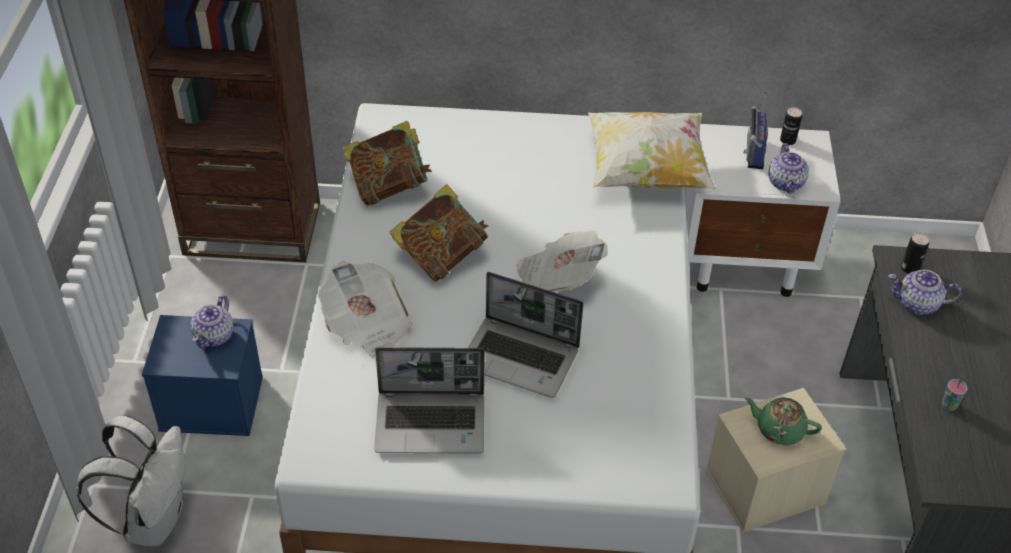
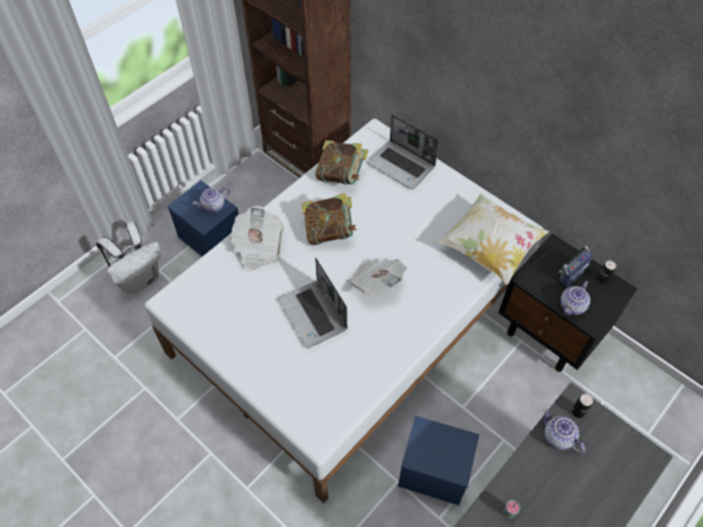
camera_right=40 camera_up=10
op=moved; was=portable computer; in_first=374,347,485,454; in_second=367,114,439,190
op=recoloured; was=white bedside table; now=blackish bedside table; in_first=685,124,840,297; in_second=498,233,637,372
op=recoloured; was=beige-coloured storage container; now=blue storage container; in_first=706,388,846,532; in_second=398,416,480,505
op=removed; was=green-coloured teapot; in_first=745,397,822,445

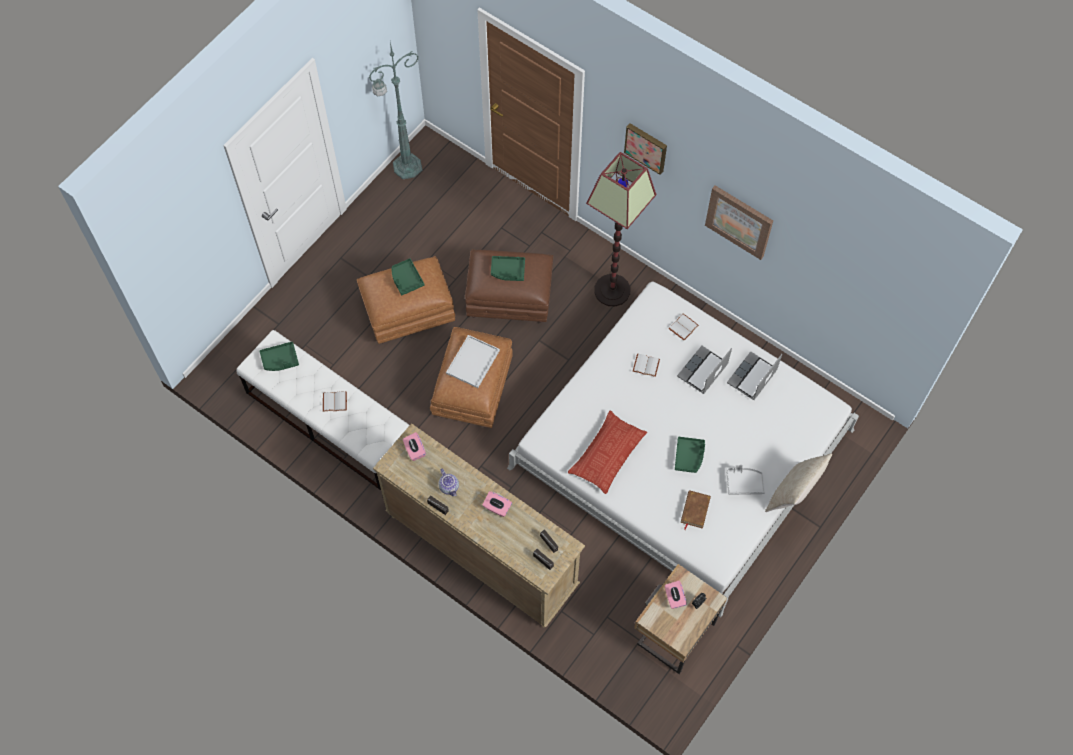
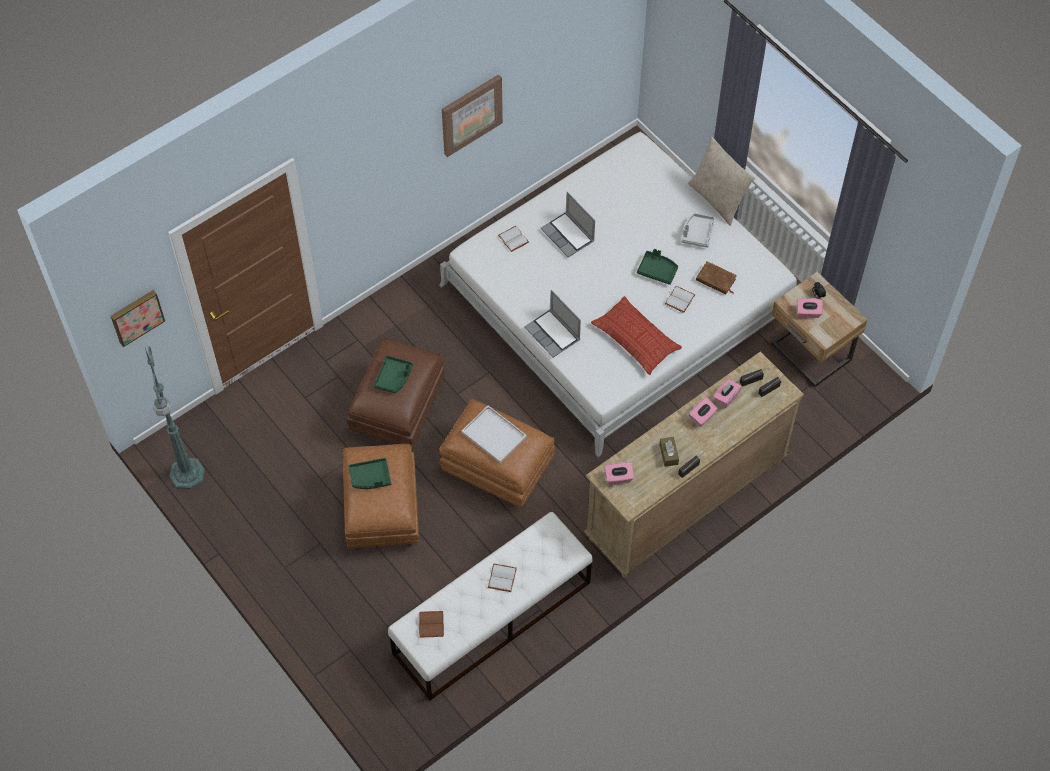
camera_right=-75 camera_up=-5
op=replaced; was=green-coloured carrying tray; now=brownish bound book; in_first=259,342,299,371; in_second=419,611,444,637
op=replaced; was=teapot; now=brownish tissue box; in_first=439,469,459,496; in_second=659,437,679,467
op=removed; was=floor lamp; in_first=586,152,656,306
op=moved; was=wall art; in_first=624,123,667,175; in_second=111,290,165,347
op=moved; was=white bound book; in_first=633,354,660,377; in_second=665,286,695,313
op=moved; was=portable computer; in_first=727,351,782,400; in_second=524,290,581,358
op=added; now=pink tissue box; in_second=713,379,742,408

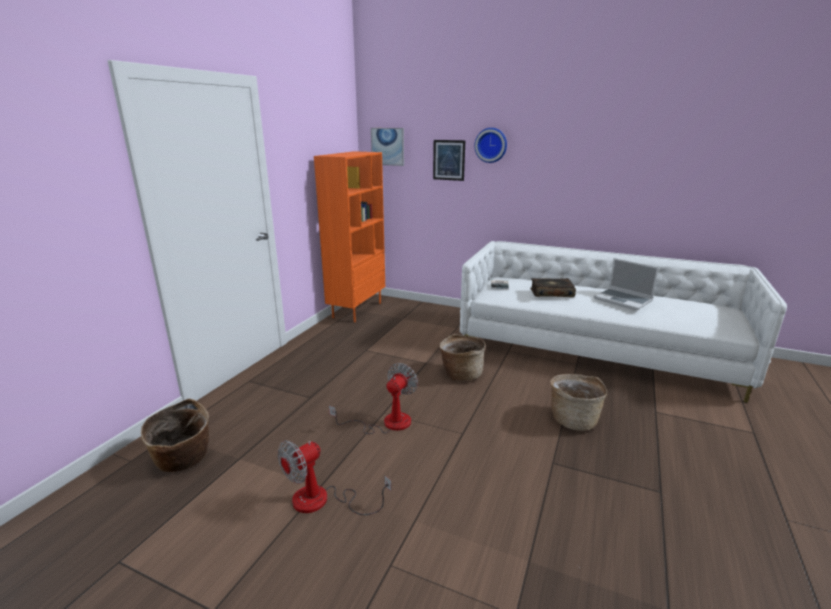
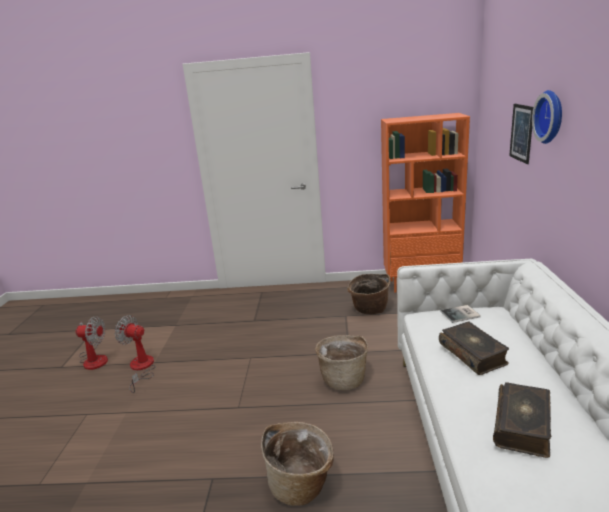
camera_right=70 camera_up=0
op=moved; was=storage basket; in_first=141,399,209,472; in_second=347,274,390,314
op=moved; was=cooling fan; in_first=329,363,418,434; in_second=76,316,108,370
op=removed; was=wall art; in_first=371,128,404,166
op=replaced; was=portable computer; now=bound book; in_first=594,258,659,310; in_second=493,382,551,458

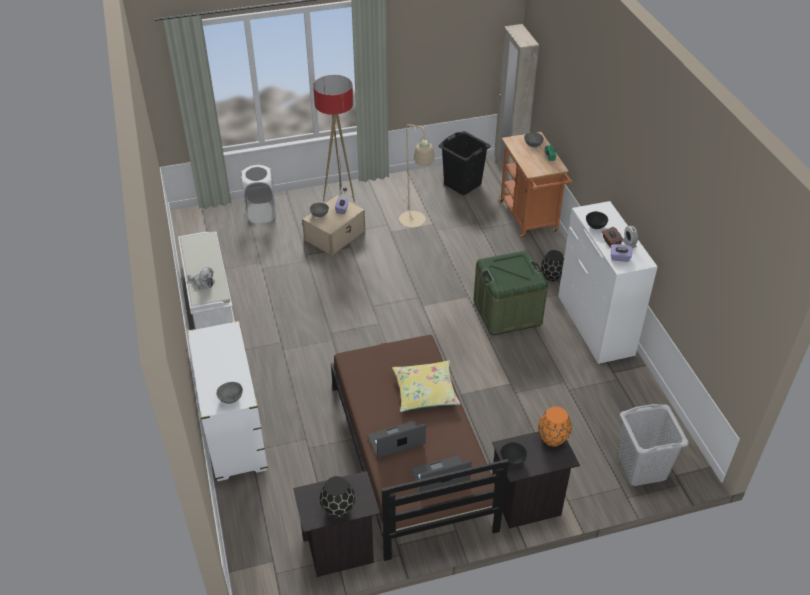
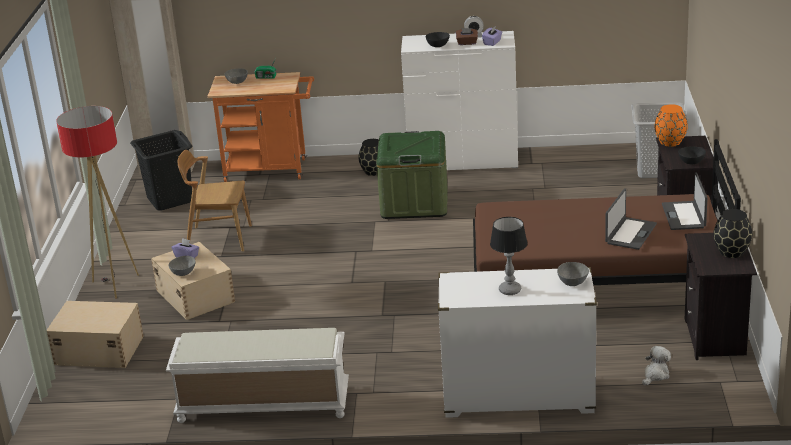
camera_right=-70 camera_up=-15
op=moved; was=cuddly toy; in_first=187,267,215,289; in_second=642,346,671,386
op=replaced; was=white hamper; now=beige-coloured storage container; in_first=241,164,276,223; in_second=47,301,144,368
op=turned; was=portable computer; in_first=368,421,426,458; in_second=605,188,657,250; clockwise=-150
op=removed; was=yellowish cushion; in_first=392,361,461,412
op=replaced; was=beige-coloured floor lamp; now=brownish upright chair; in_first=396,124,435,228; in_second=178,150,252,252
op=added; now=tabletop lamp; in_second=490,217,528,295

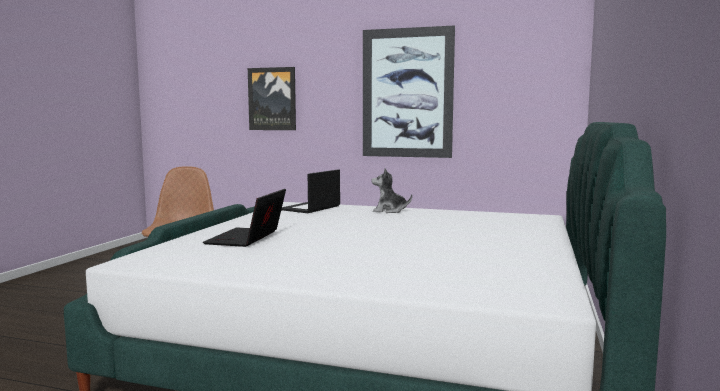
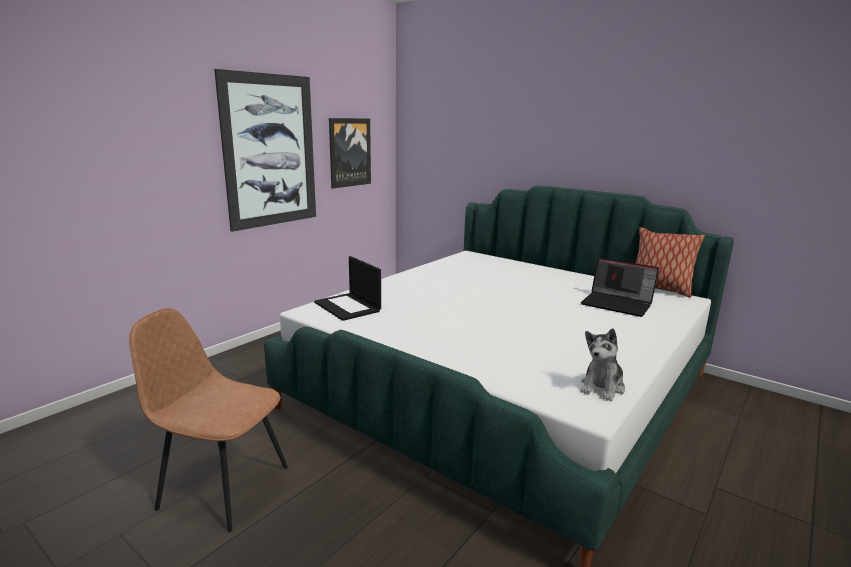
camera_right=-70 camera_up=10
op=moved; was=portable computer; in_first=203,189,286,247; in_second=581,258,659,317
op=moved; was=wall art; in_first=248,67,296,130; in_second=329,118,371,188
op=moved; was=cuddly toy; in_first=371,168,412,213; in_second=580,329,625,401
op=added; now=cushion; in_second=636,227,705,298

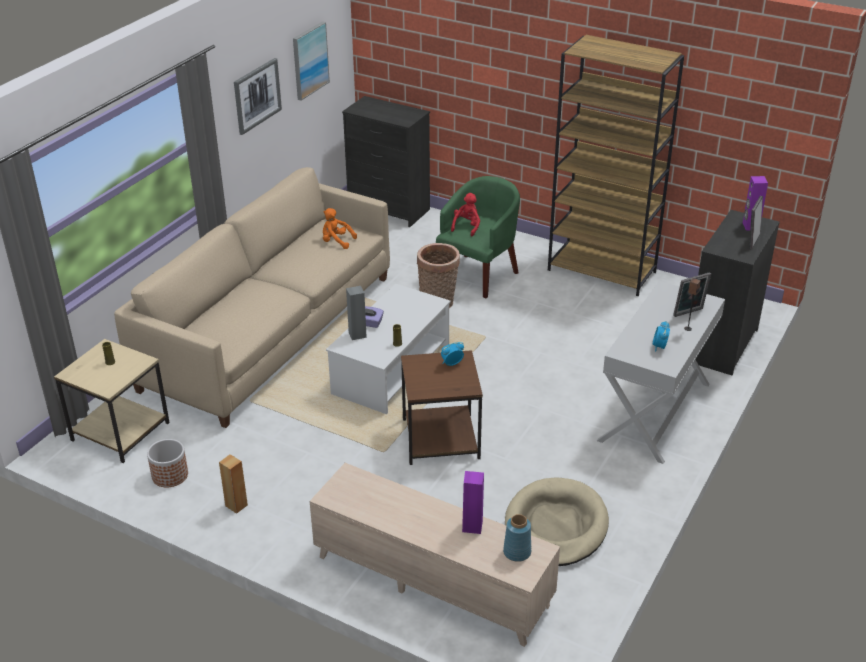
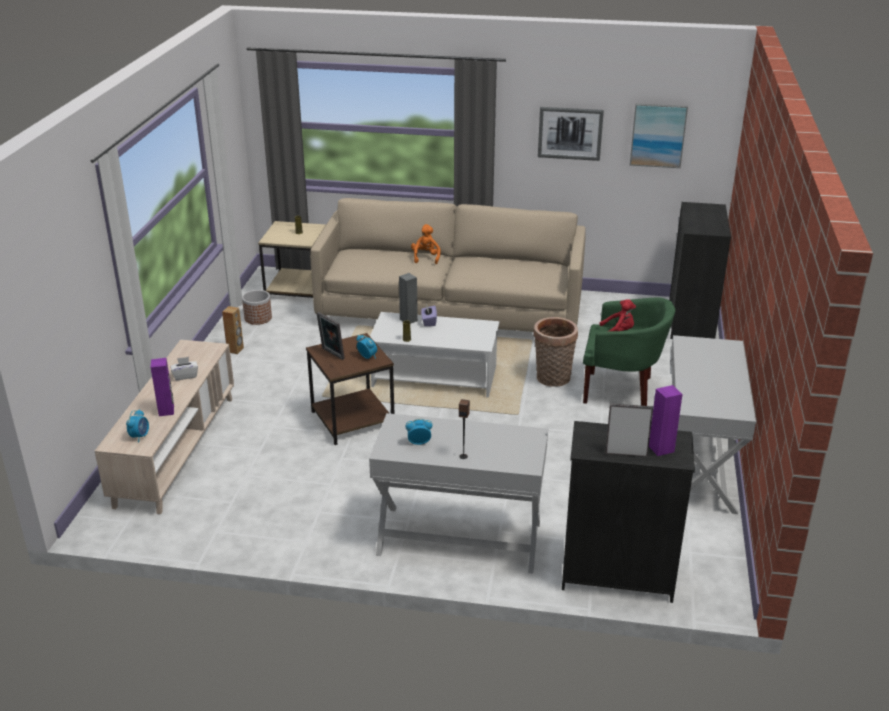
camera_right=70 camera_up=-5
op=moved; was=orange cuddly toy; in_first=323,208,357,249; in_second=411,224,441,264
op=replaced; was=blue flower vase; now=bedside clock; in_first=503,514,531,562; in_second=126,409,149,442
op=removed; was=beige-coloured pet bed; in_first=505,477,609,566
op=replaced; was=brownish bookshelf; now=white hall table; in_first=548,35,684,296; in_second=670,335,756,514
op=moved; was=picture frame; in_first=673,272,711,317; in_second=317,312,345,360
op=added; now=white tissue box; in_second=171,357,198,380

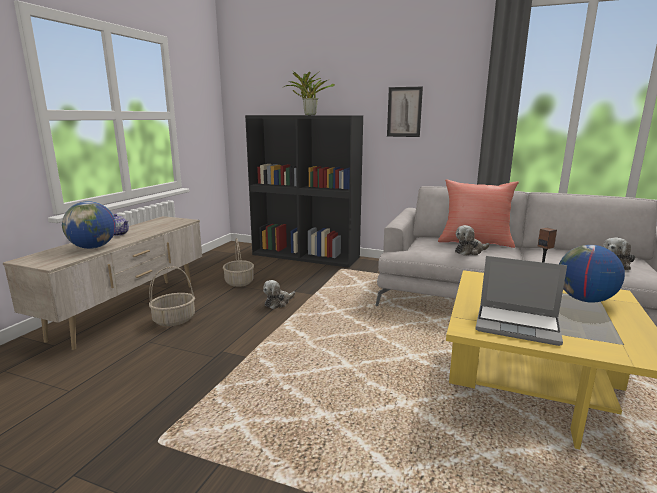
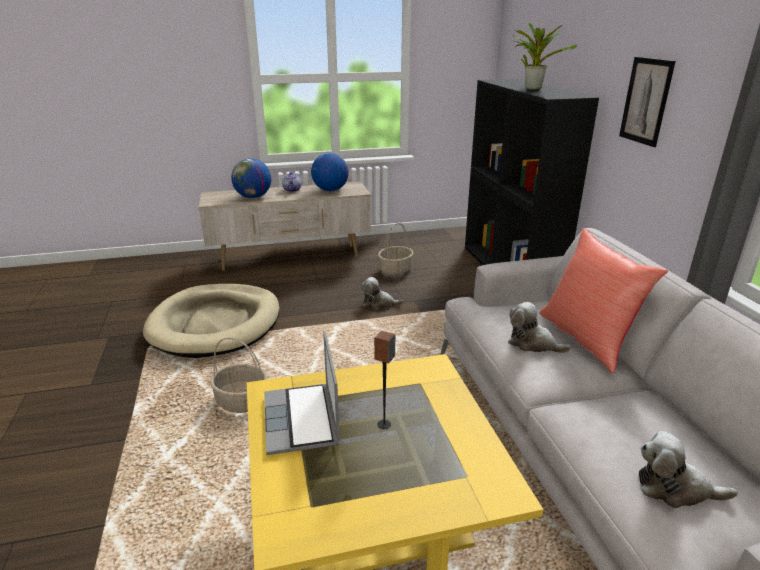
camera_right=55 camera_up=10
op=moved; was=storage basket; in_first=149,266,195,326; in_second=210,338,268,413
op=moved; was=world globe; in_first=559,245,625,303; in_second=311,153,349,191
op=added; now=beige-coloured pet bed; in_second=143,284,279,358

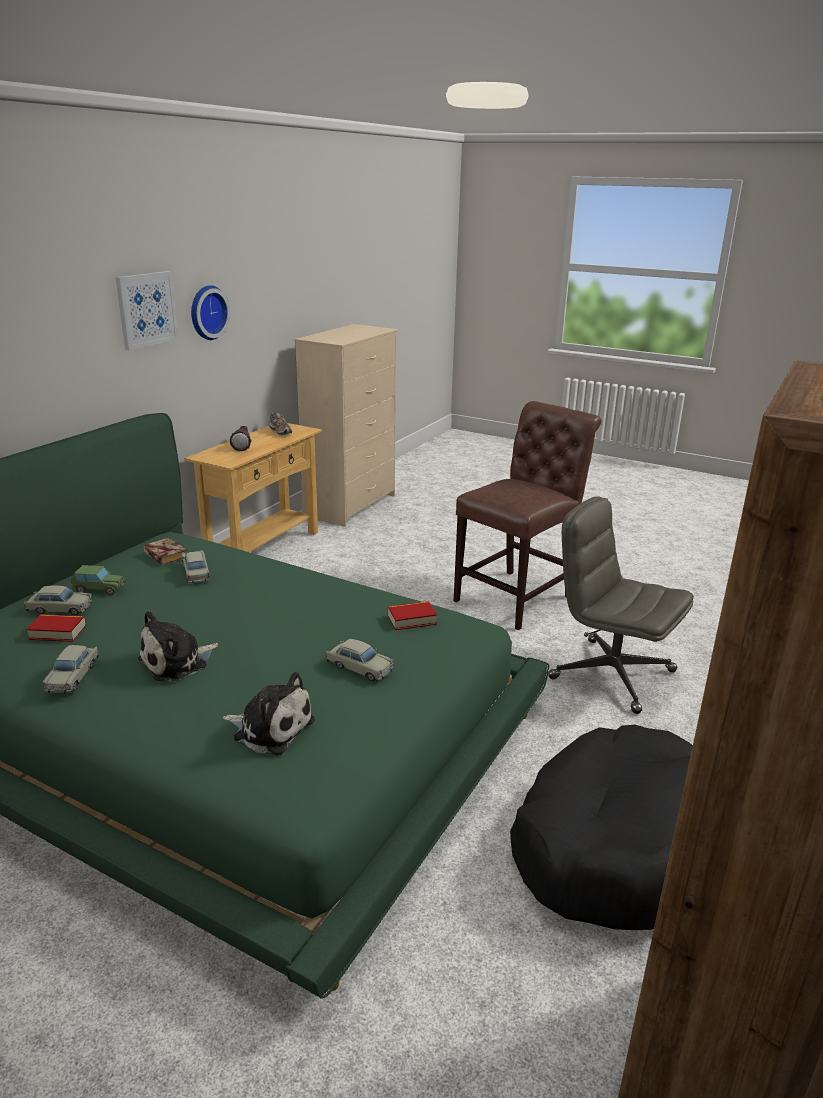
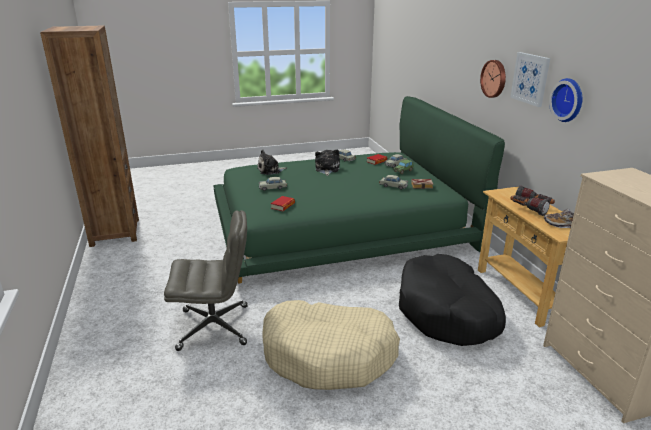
camera_right=135 camera_up=0
op=replaced; was=brownish upright chair; now=beige-coloured pet bed; in_first=454,401,601,630; in_second=262,300,400,390
op=moved; was=blackish pet bed; in_first=510,725,693,930; in_second=399,254,506,346
op=added; now=wall clock; in_second=480,60,506,98
op=added; now=torch; in_second=510,195,550,216

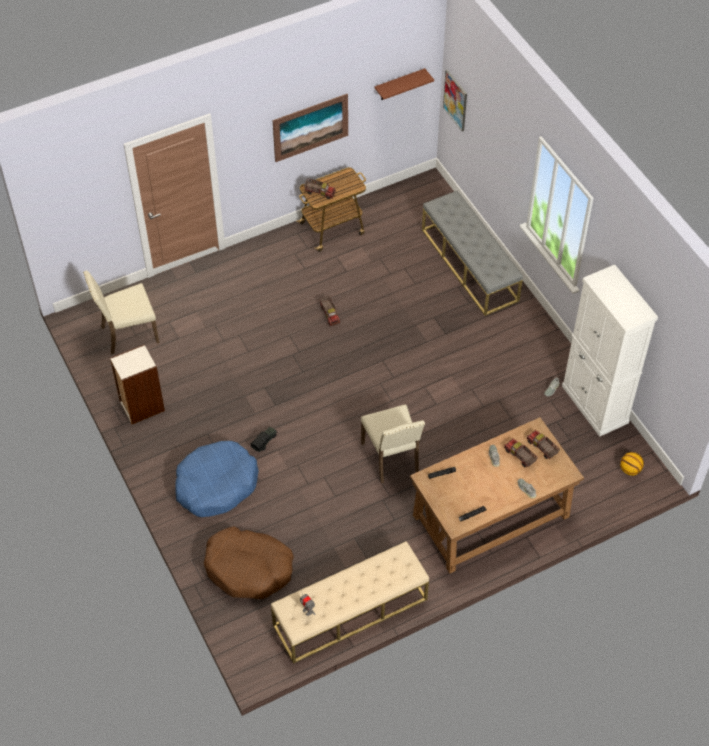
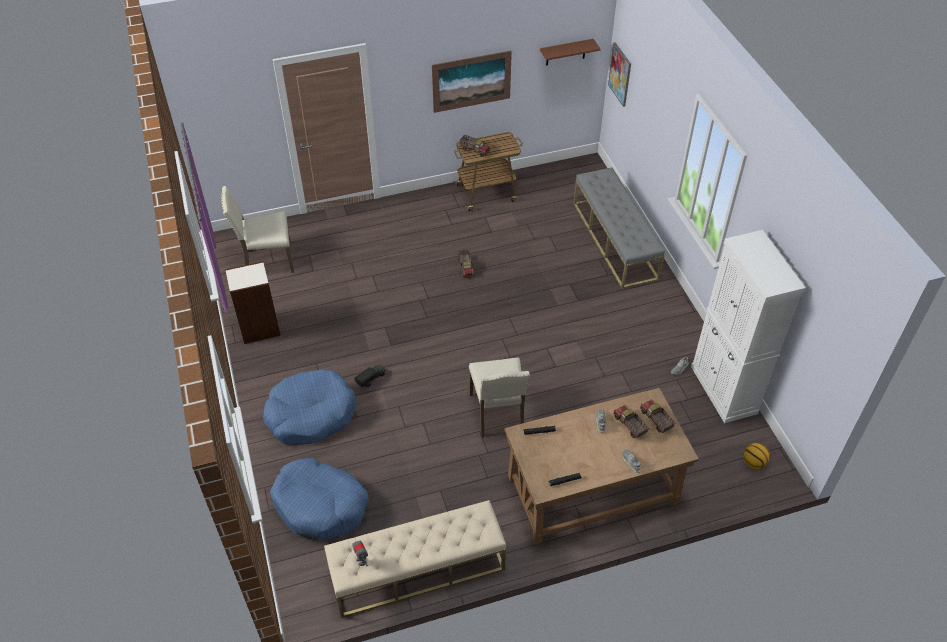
camera_right=10 camera_up=-5
op=recoloured; was=brownish pet bed; now=blue pet bed; in_first=204,527,294,599; in_second=270,458,369,540

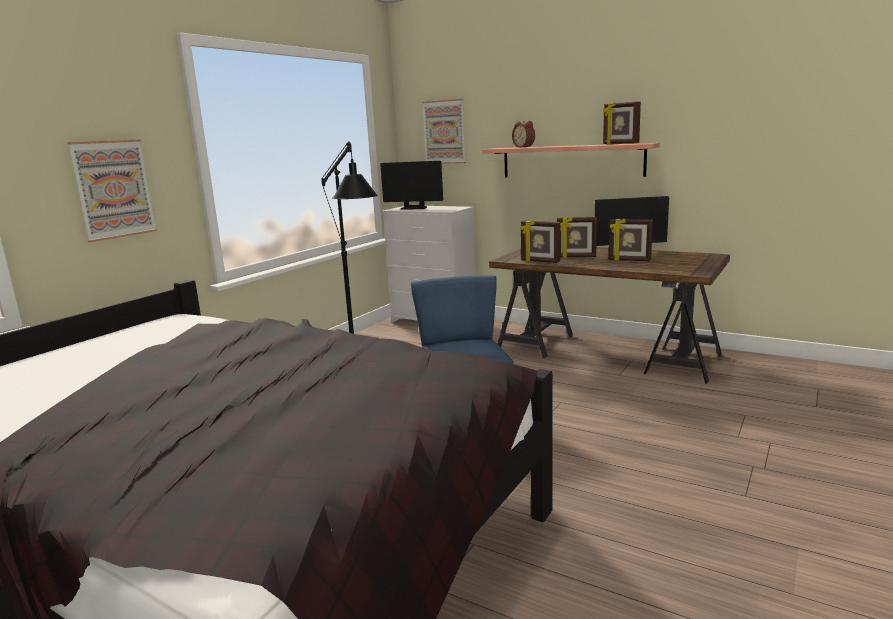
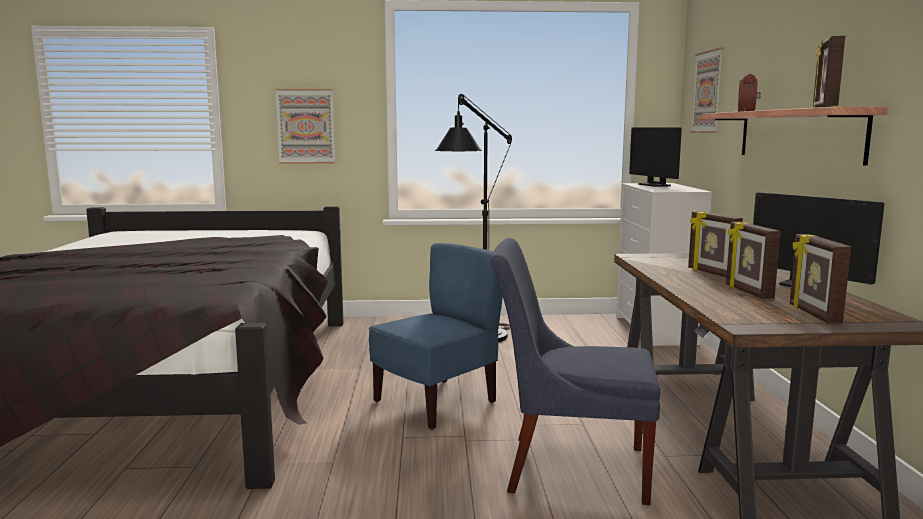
camera_right=55 camera_up=-5
op=moved; was=picture frame; in_first=520,221,560,263; in_second=790,234,851,324
op=added; now=blue upright chair; in_second=491,238,660,505

